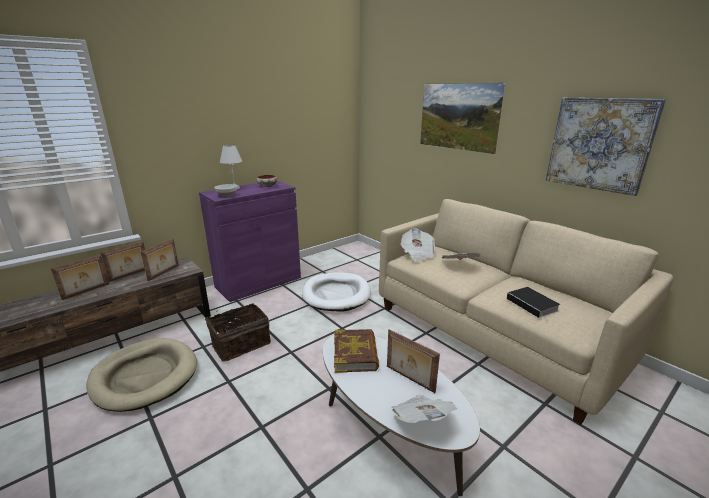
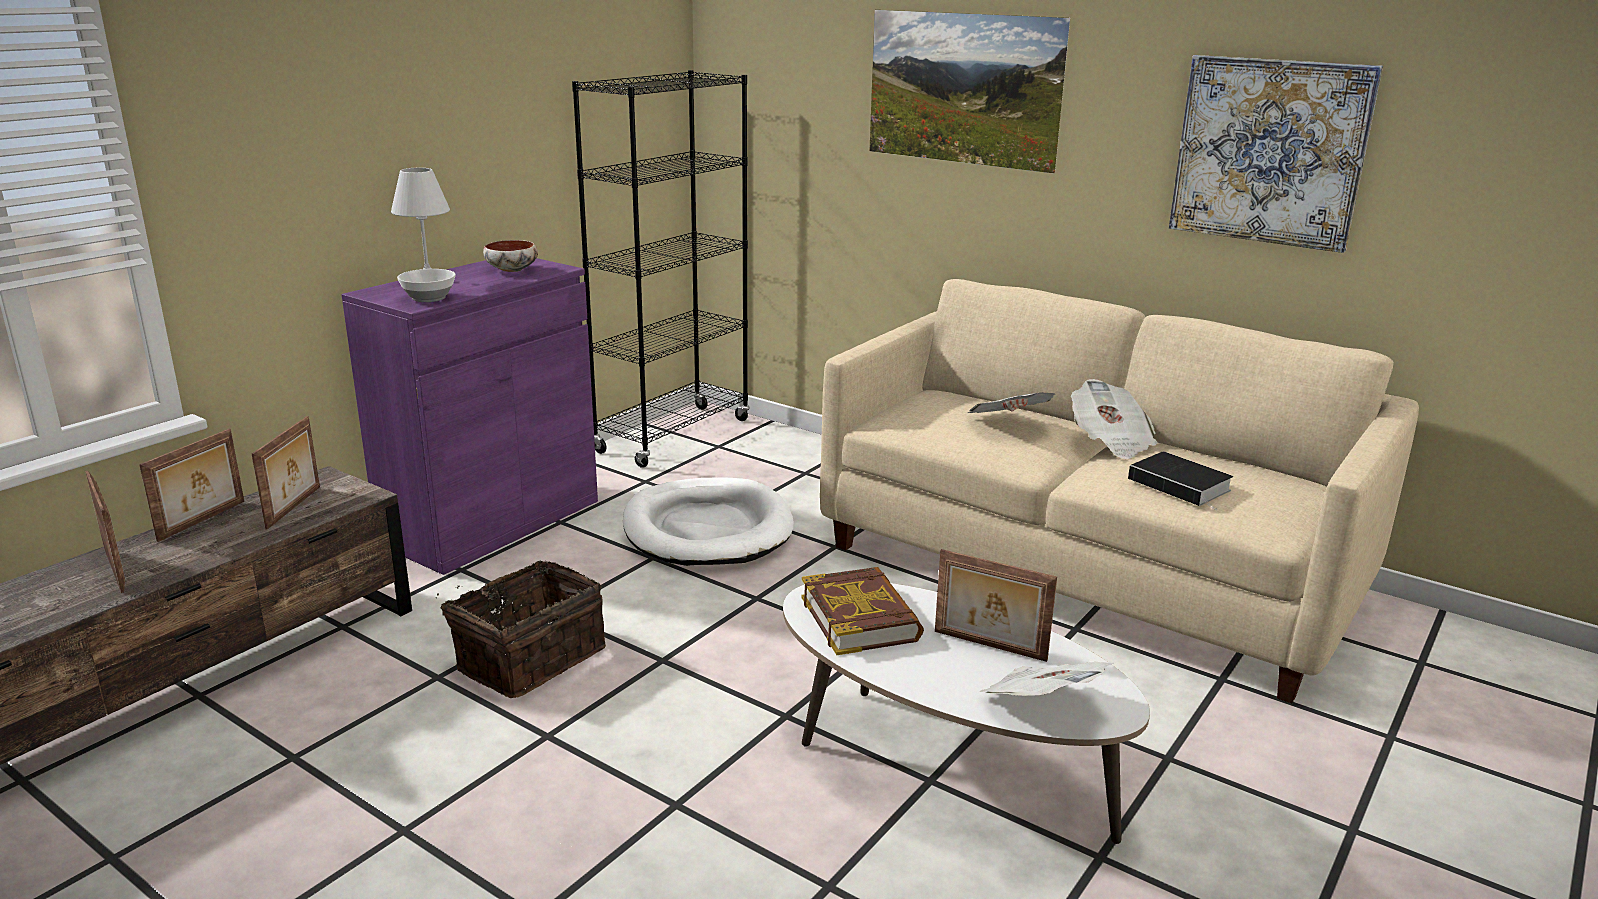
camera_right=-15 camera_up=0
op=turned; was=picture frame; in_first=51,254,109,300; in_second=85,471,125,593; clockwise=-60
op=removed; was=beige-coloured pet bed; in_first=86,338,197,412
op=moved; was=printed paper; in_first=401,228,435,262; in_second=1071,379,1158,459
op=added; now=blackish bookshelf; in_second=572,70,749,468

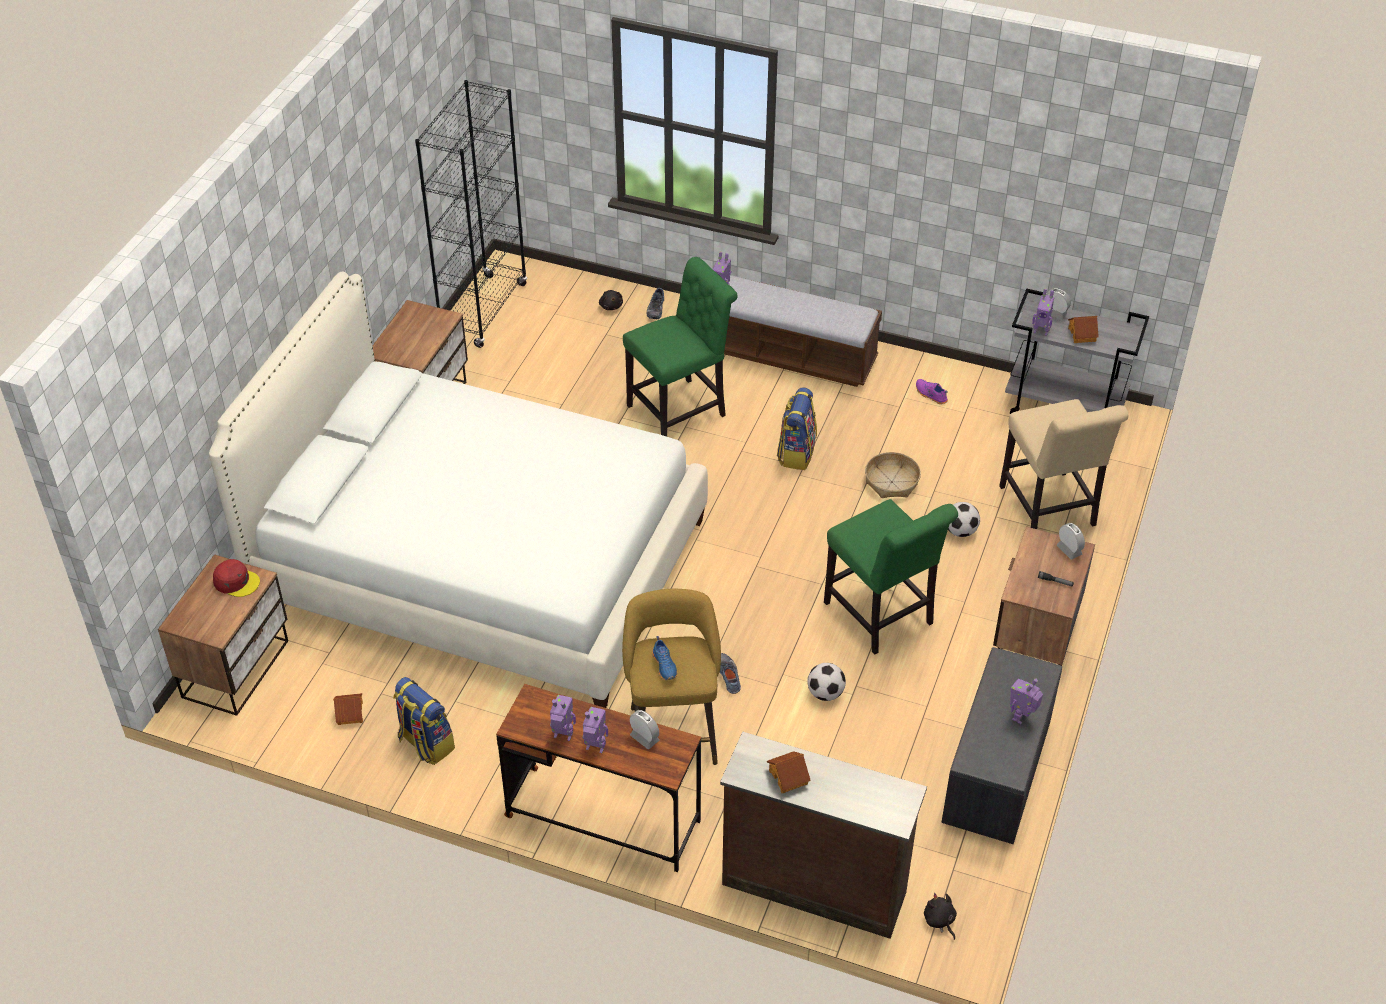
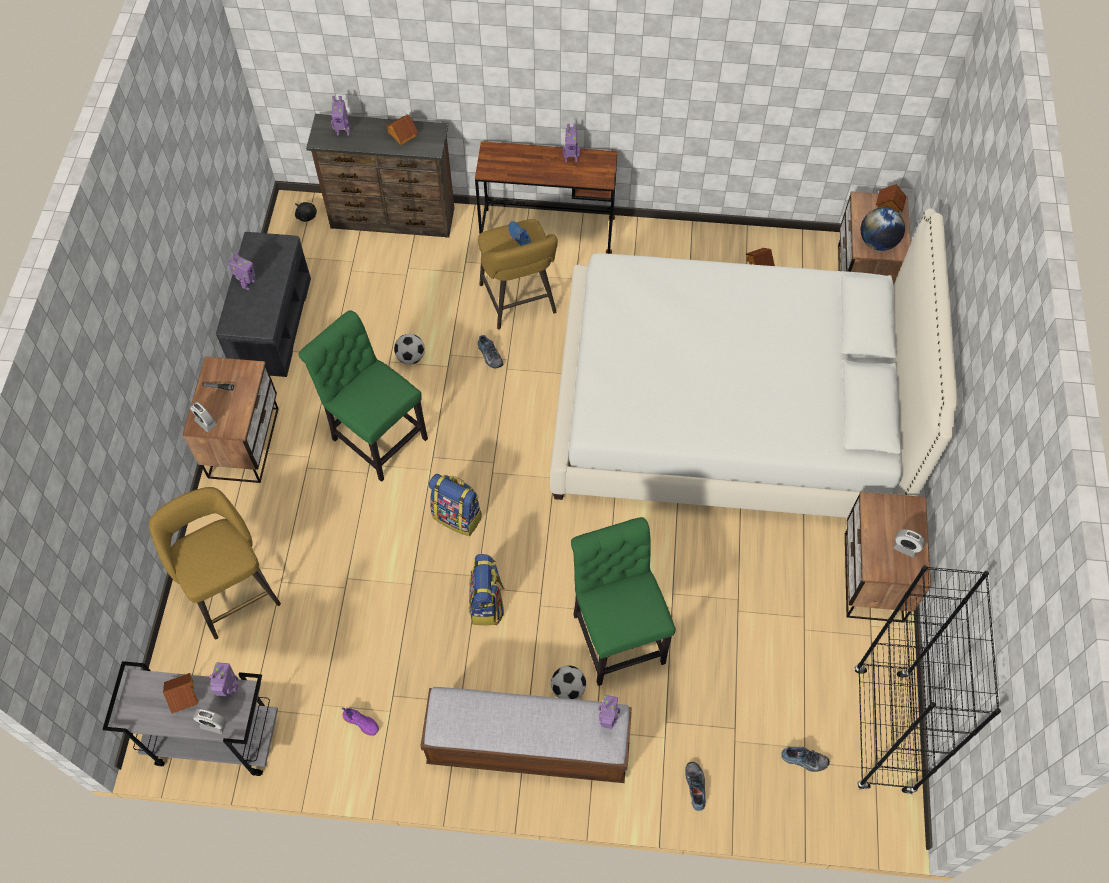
camera_right=165 camera_up=15
op=replaced; was=red-coloured baseball cap; now=world globe; in_first=213,559,260,597; in_second=861,207,905,251
op=moved; was=rucksack; in_first=393,677,455,765; in_second=429,474,482,536
op=moved; was=model robot; in_first=582,707,608,753; in_second=331,96,350,136
op=removed; was=blackish cuddly toy; in_first=599,290,623,310
op=turned; was=green-coloured upright chair; in_first=623,257,738,437; in_second=571,517,676,686; clockwise=120
op=moved; was=bedside clock; in_first=630,710,660,749; in_second=893,529,925,558
op=removed; was=storage basket; in_first=865,452,921,498
op=moved; was=ball for football; in_first=948,502,980,537; in_second=551,665,586,700
op=replaced; was=beige-coloured upright chair; now=yellowish sitting stool; in_first=999,399,1128,529; in_second=149,487,281,639
op=added; now=shoe; in_second=781,747,830,772
op=added; now=model house; in_second=876,184,907,213

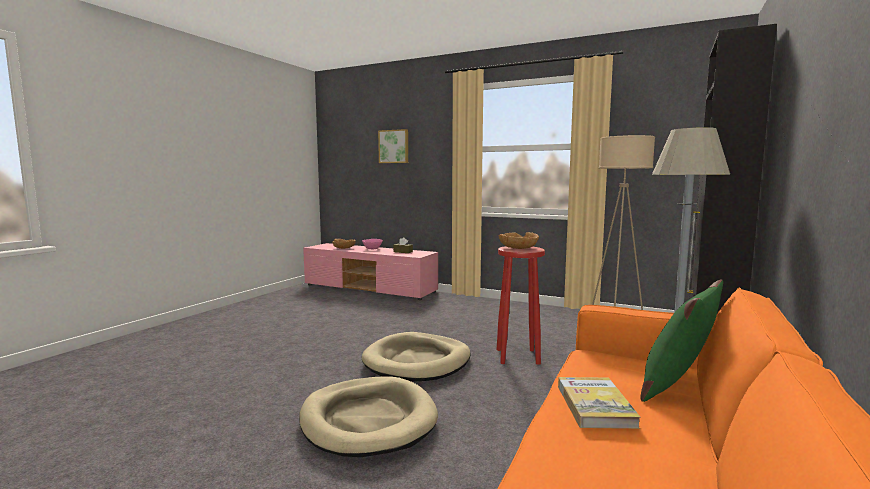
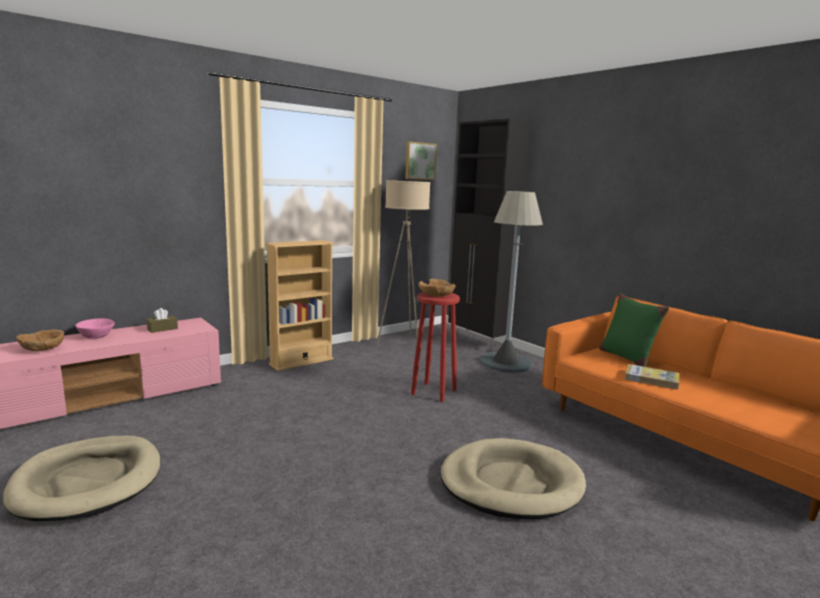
camera_right=-65 camera_up=5
op=moved; was=beige-coloured pet bed; in_first=362,332,471,381; in_second=3,436,160,521
op=moved; was=wall art; in_first=378,129,408,163; in_second=405,142,437,180
op=added; now=beige-coloured bookshelf; in_second=266,240,334,371

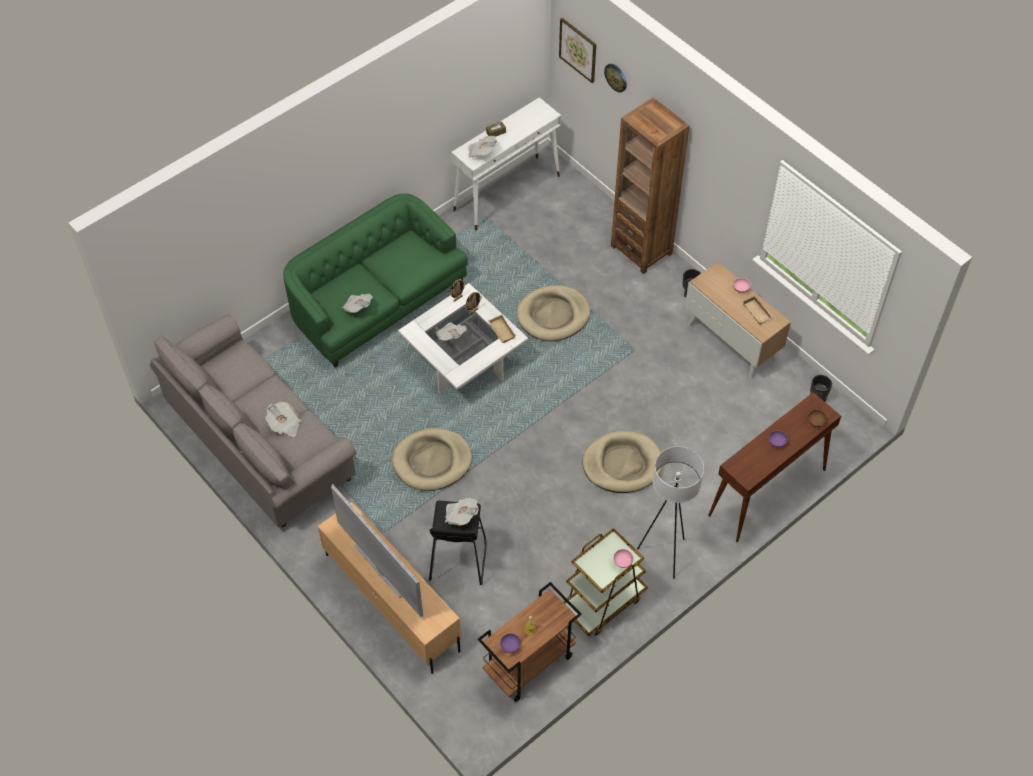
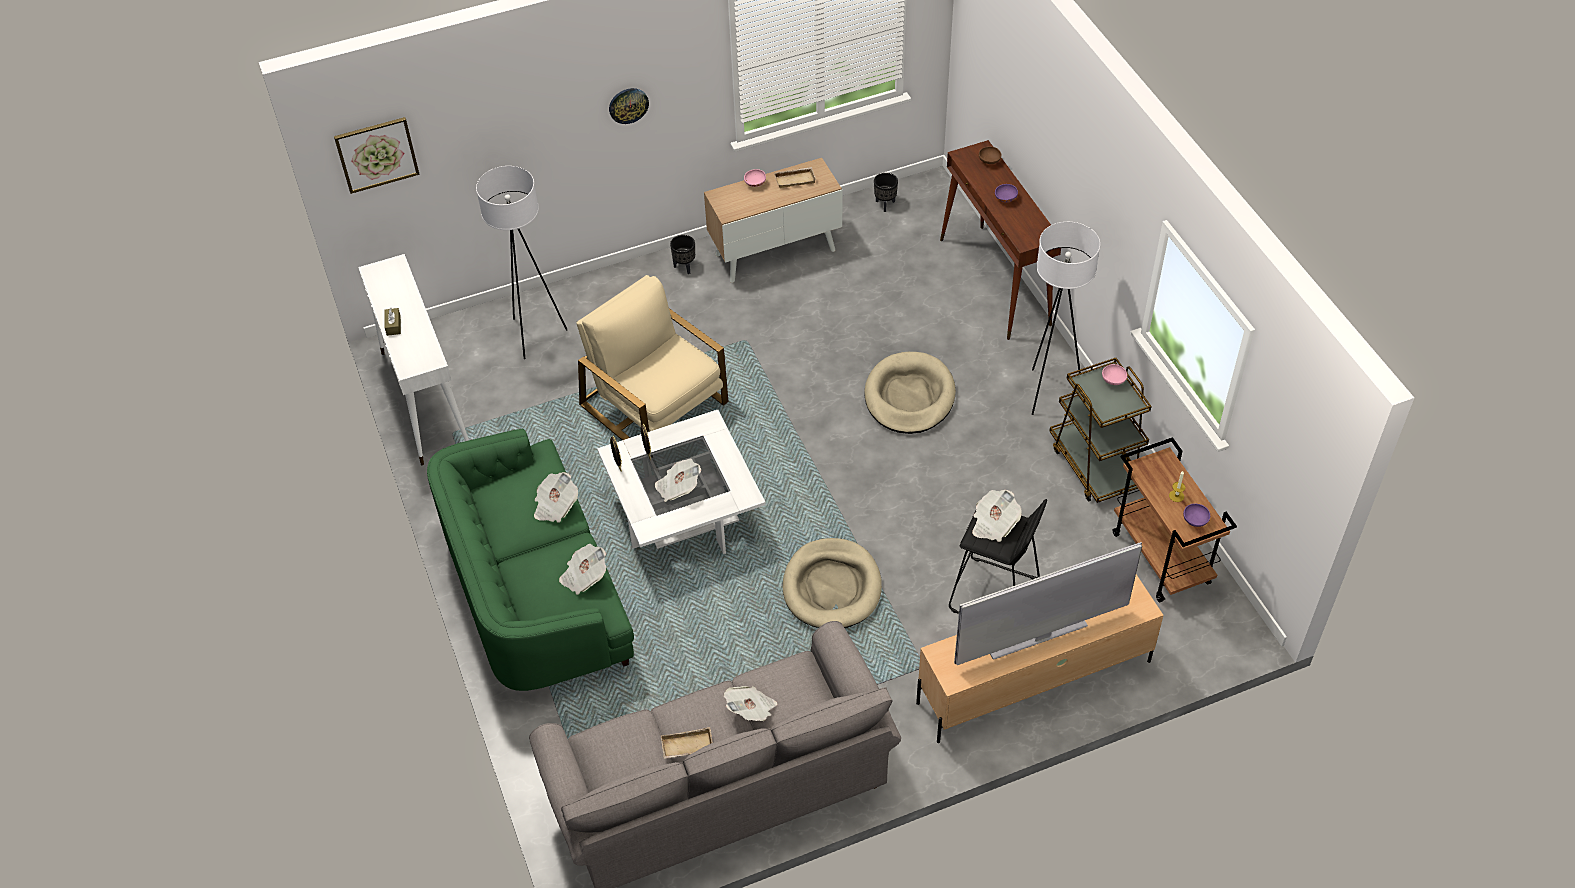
camera_right=-70 camera_up=-5
op=moved; was=printed paper; in_first=468,136,497,157; in_second=534,472,578,523
op=moved; was=beige-coloured carrying tray; in_first=488,315,516,343; in_second=661,727,713,759
op=replaced; was=beige-coloured pet bed; now=beige-coloured easy chair; in_first=517,285,590,341; in_second=577,275,729,440
op=moved; was=wall clock; in_first=604,64,627,92; in_second=609,88,649,124
op=removed; was=brownish bookshelf; in_first=611,97,689,274
op=added; now=white floor lamp; in_second=476,166,568,359

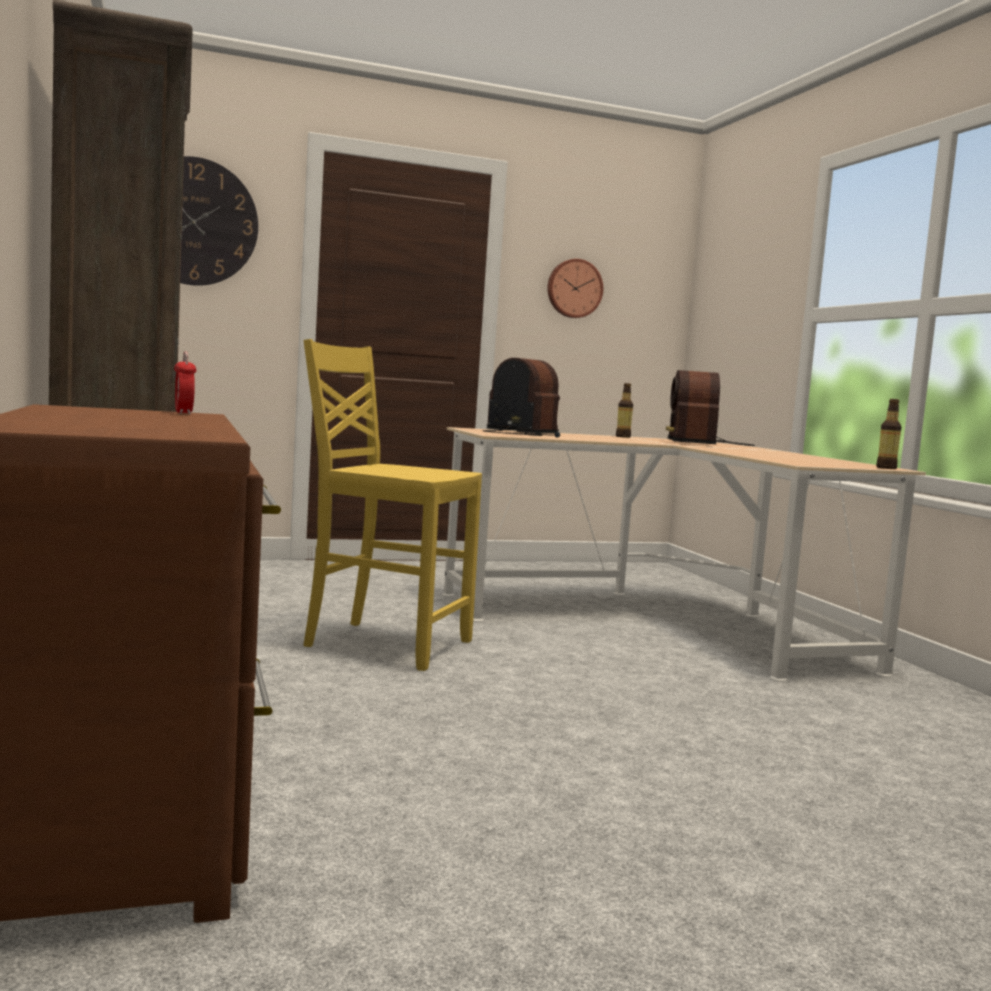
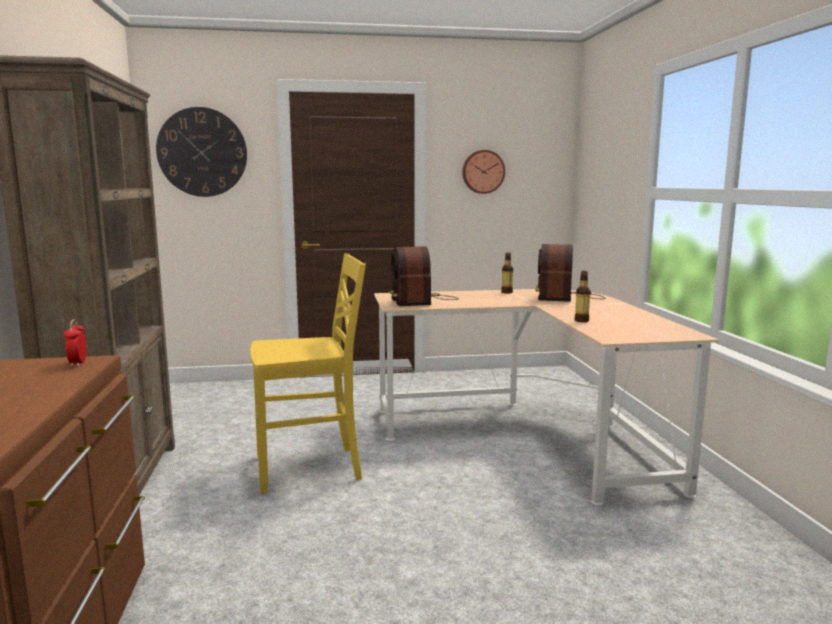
camera_right=10 camera_up=5
op=turned; was=yellowish upright chair; in_first=304,339,482,671; in_second=250,253,366,494; clockwise=135
op=turned; was=radio; in_first=482,358,560,438; in_second=390,246,459,306; clockwise=-150
op=moved; was=bottle; in_first=876,399,902,469; in_second=575,271,591,322

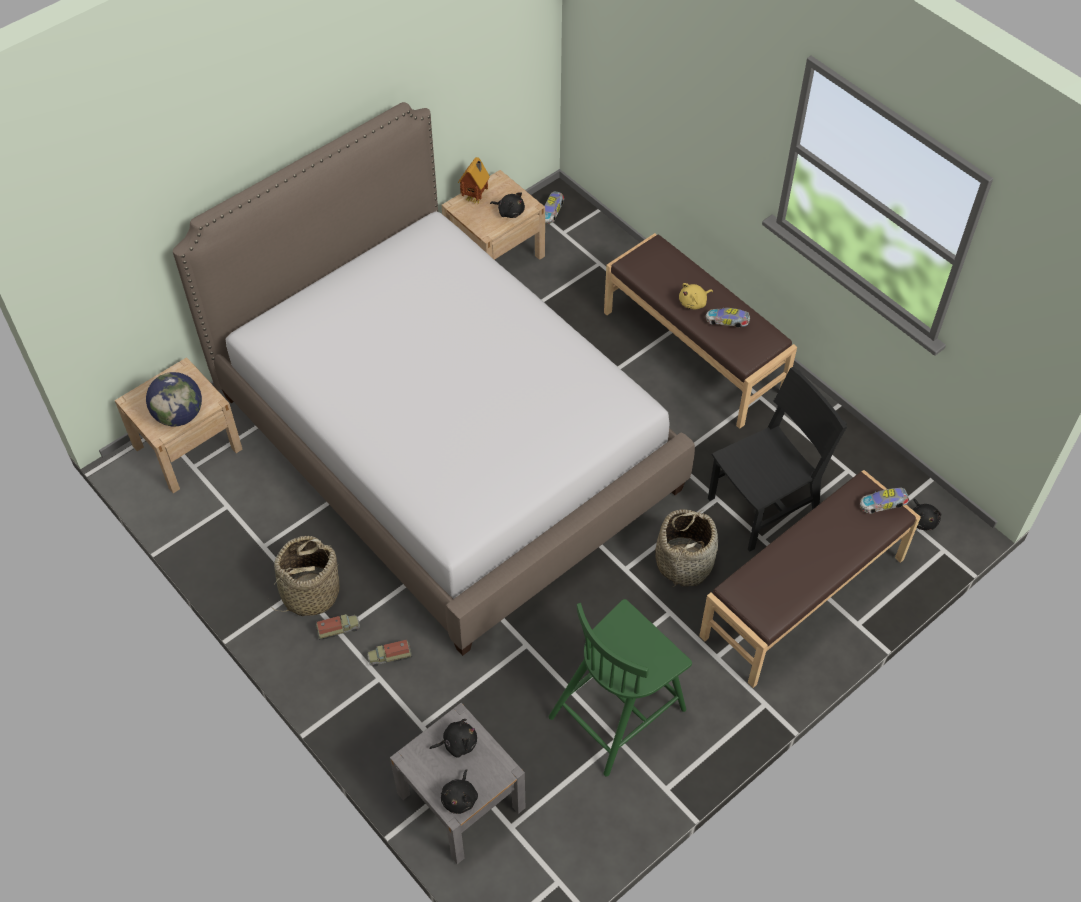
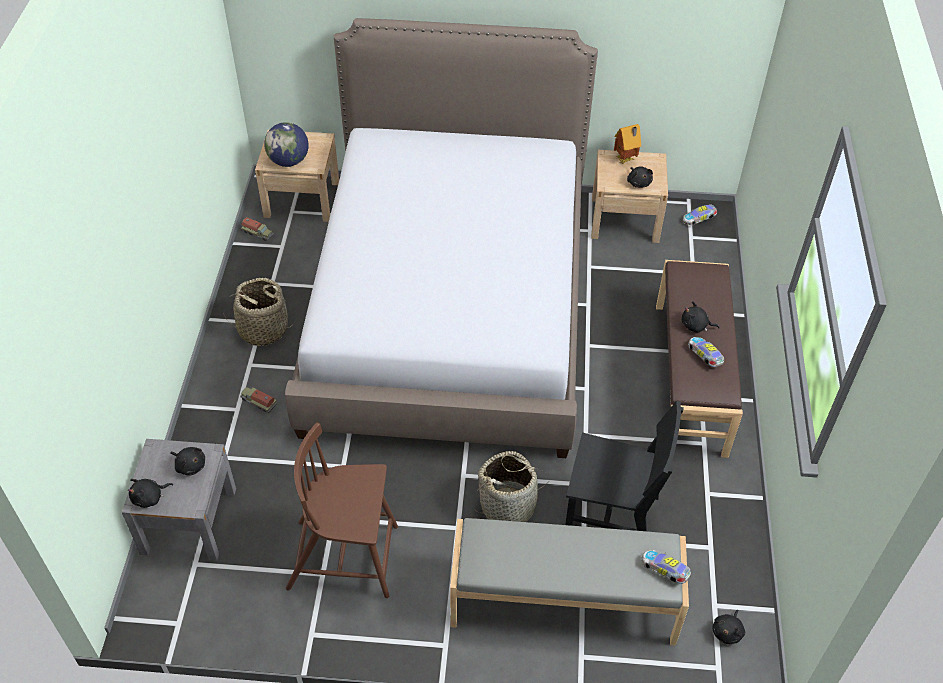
camera_right=45 camera_up=-5
op=moved; was=toy truck; in_first=316,614,360,640; in_second=241,217,274,241
op=recoloured; was=green-coloured upright chair; now=brownish upright chair; in_first=549,599,692,777; in_second=286,423,398,598
op=recoloured; was=yellowish cuddly toy; now=blackish cuddly toy; in_first=679,283,713,310; in_second=682,301,719,333
op=recoloured; was=brownish long seat; now=gray long seat; in_first=699,470,921,688; in_second=450,518,689,646

